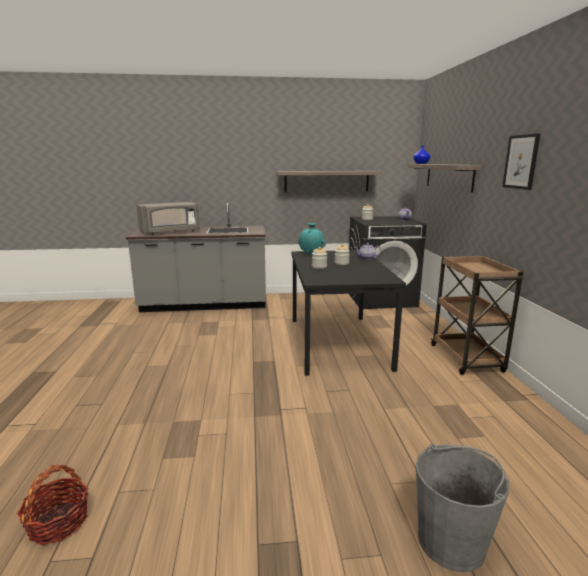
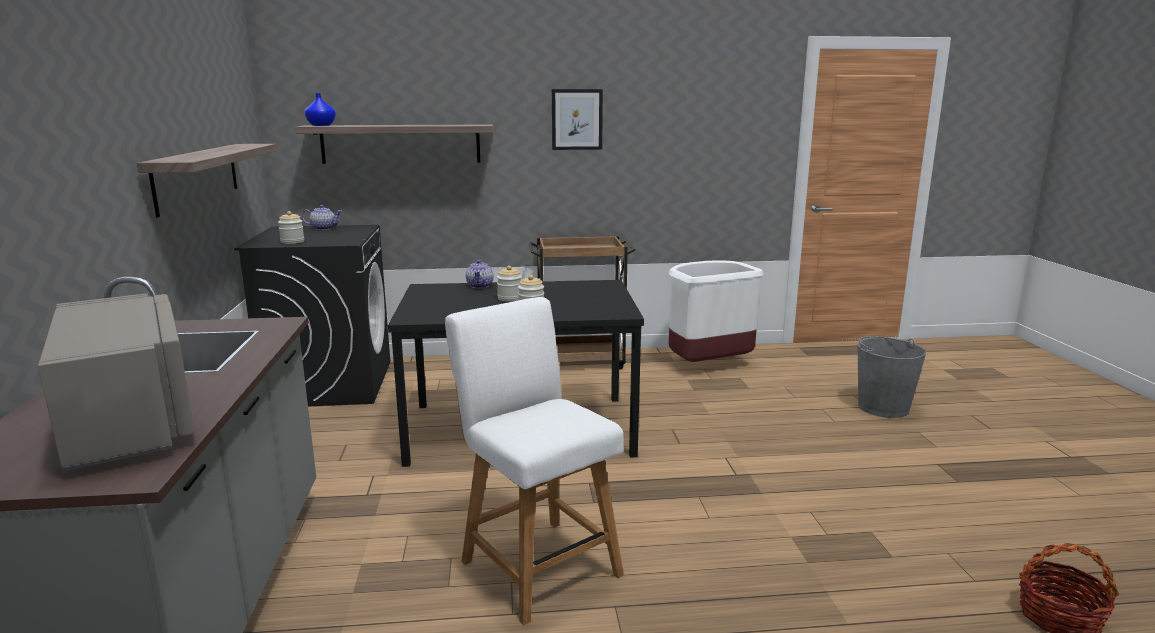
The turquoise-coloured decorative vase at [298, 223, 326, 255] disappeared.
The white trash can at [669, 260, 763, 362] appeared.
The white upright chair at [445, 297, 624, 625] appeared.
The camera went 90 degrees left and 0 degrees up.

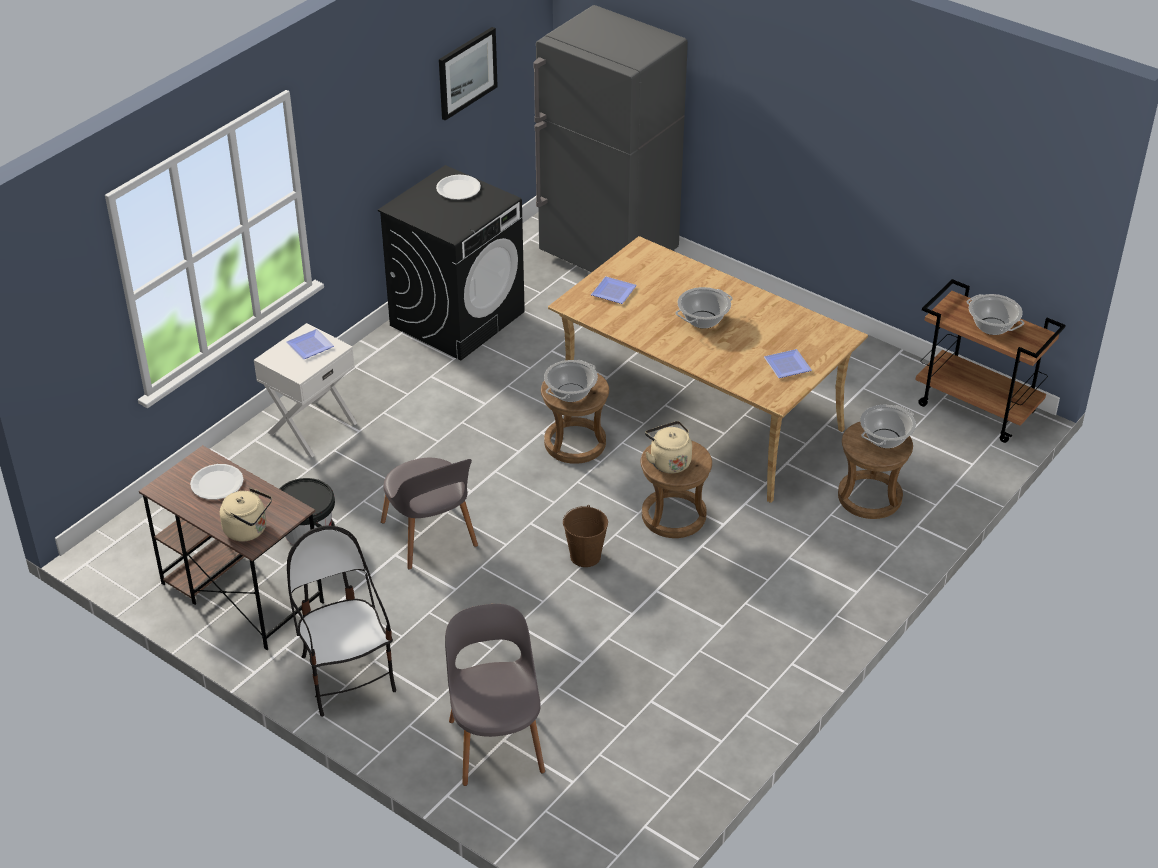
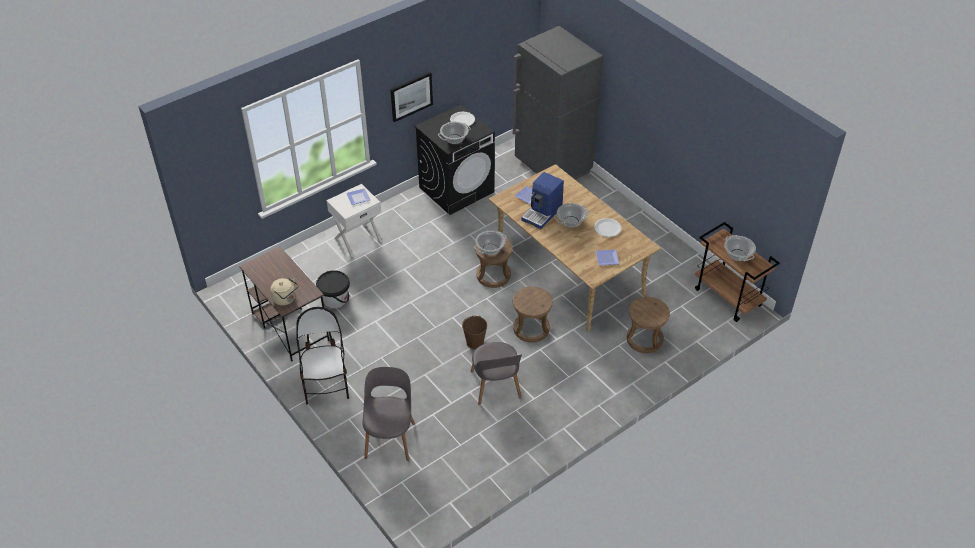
The wall art moved from [439, 27, 498, 121] to [390, 72, 433, 122].
The cooking pot moved from [860, 405, 916, 448] to [438, 122, 471, 144].
The beige-coloured kettle at [645, 421, 692, 474] disappeared.
The greyish upright chair moved from [381, 458, 478, 569] to [471, 342, 522, 405].
The white dinner plate moved from [190, 464, 244, 500] to [594, 218, 622, 237].
The coffee brewer at [521, 172, 564, 229] appeared.
The camera went 15 degrees right and 5 degrees up.

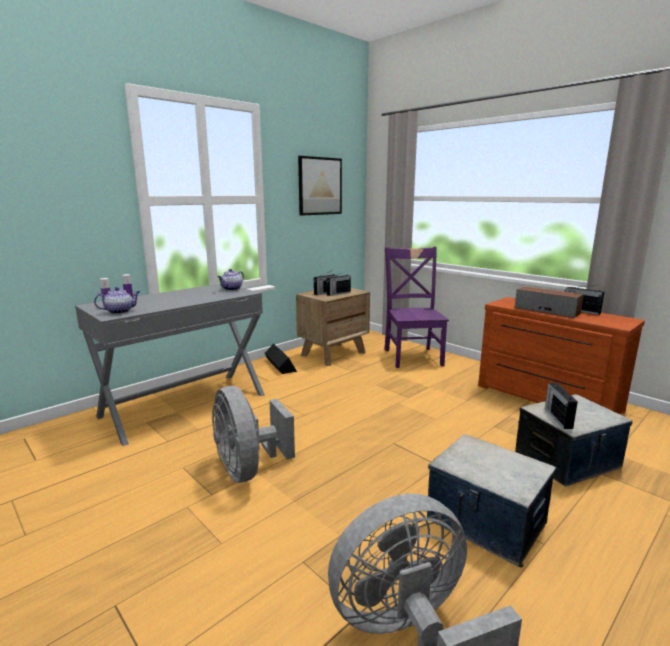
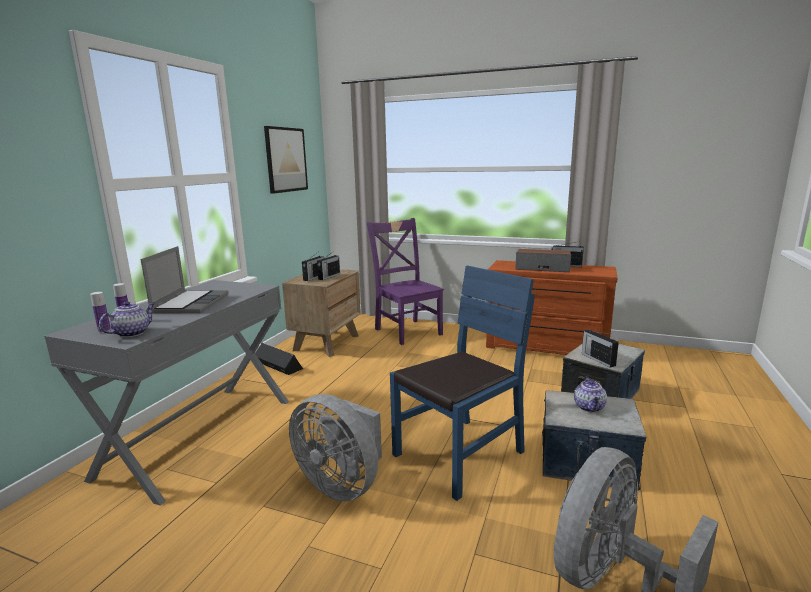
The pot for tea moved from [218, 269, 244, 291] to [574, 377, 607, 412].
The notebook computer at [141, 246, 229, 313] appeared.
The blue-coloured upright chair at [390, 265, 535, 501] appeared.
The camera went 25 degrees left and 0 degrees up.

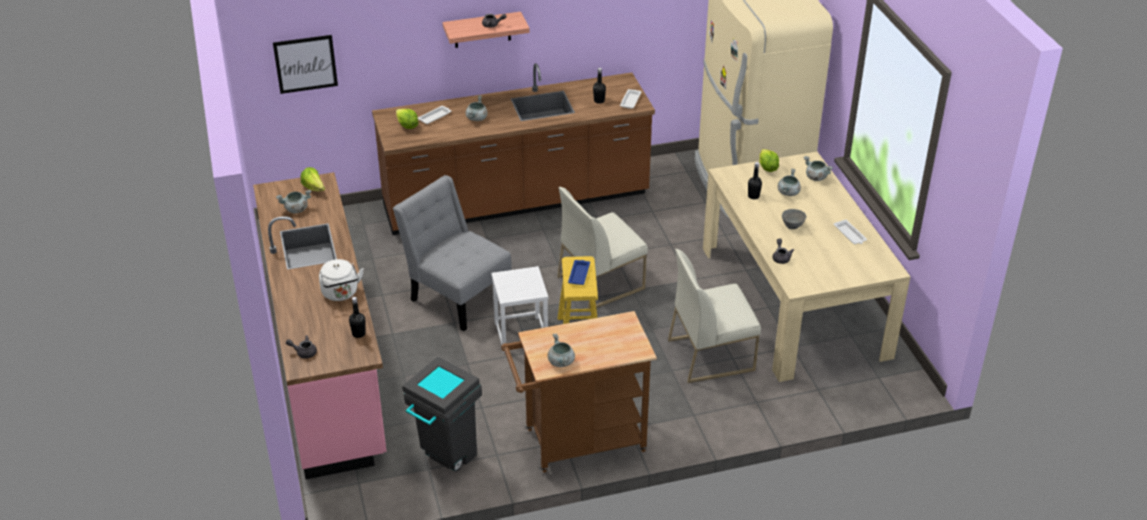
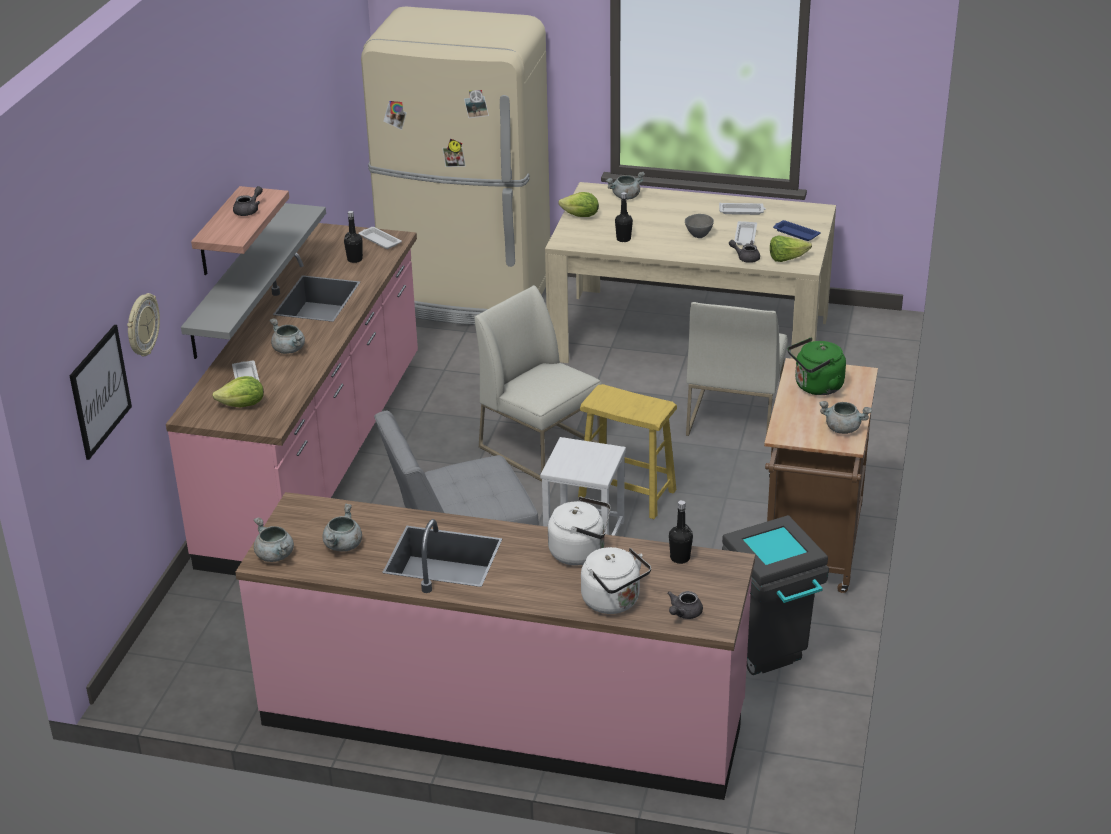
The brown-coloured kitchen counter at [372, 63, 655, 235] became the pink-coloured kitchen counter at [166, 223, 418, 575].
The head of lettuce moved from [300, 167, 325, 191] to [770, 235, 812, 262].
The greyish cooking pot moved from [778, 168, 801, 196] to [254, 517, 294, 562].
The white upright chair at [557, 187, 648, 309] turned 135 degrees clockwise.
The blue-coloured tray moved from [568, 260, 590, 285] to [773, 220, 821, 241].
The greyish shelf at [181, 203, 326, 359] appeared.
The white tray at [734, 221, 757, 245] appeared.
The hanging clock at [127, 293, 160, 356] appeared.
The green-coloured kettle at [788, 338, 846, 395] appeared.
The white kettle at [581, 547, 651, 614] appeared.
The camera went 60 degrees left and 5 degrees down.

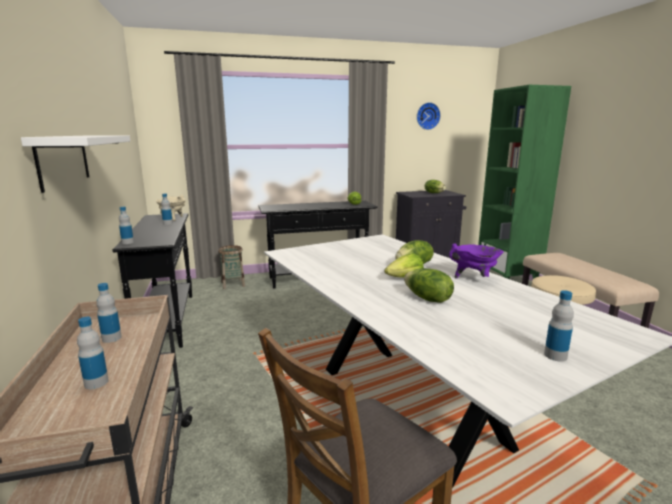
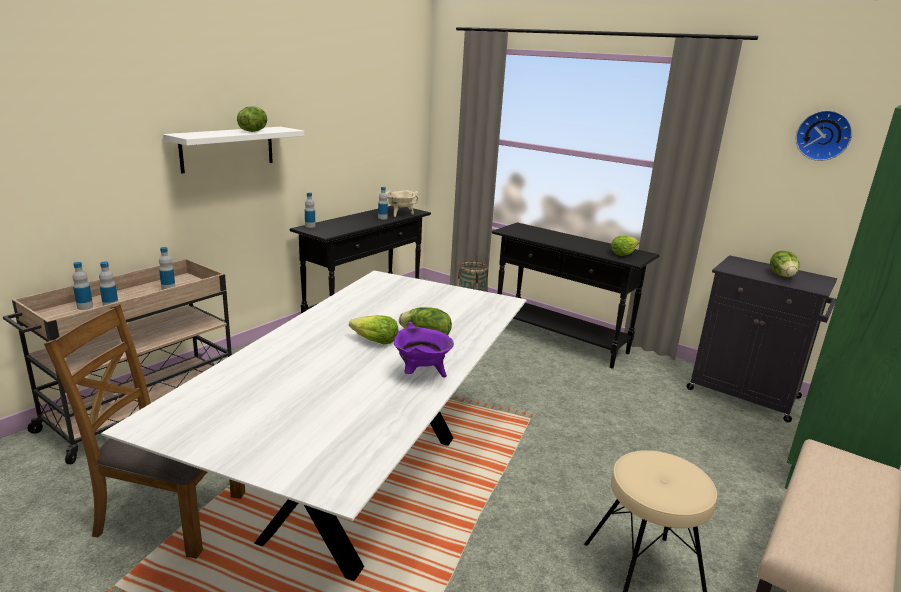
The head of lettuce moved from [404, 268, 454, 303] to [237, 106, 267, 132].
The drink bottle moved from [544, 290, 574, 362] to [73, 262, 93, 310].
The camera went 50 degrees right and 5 degrees up.

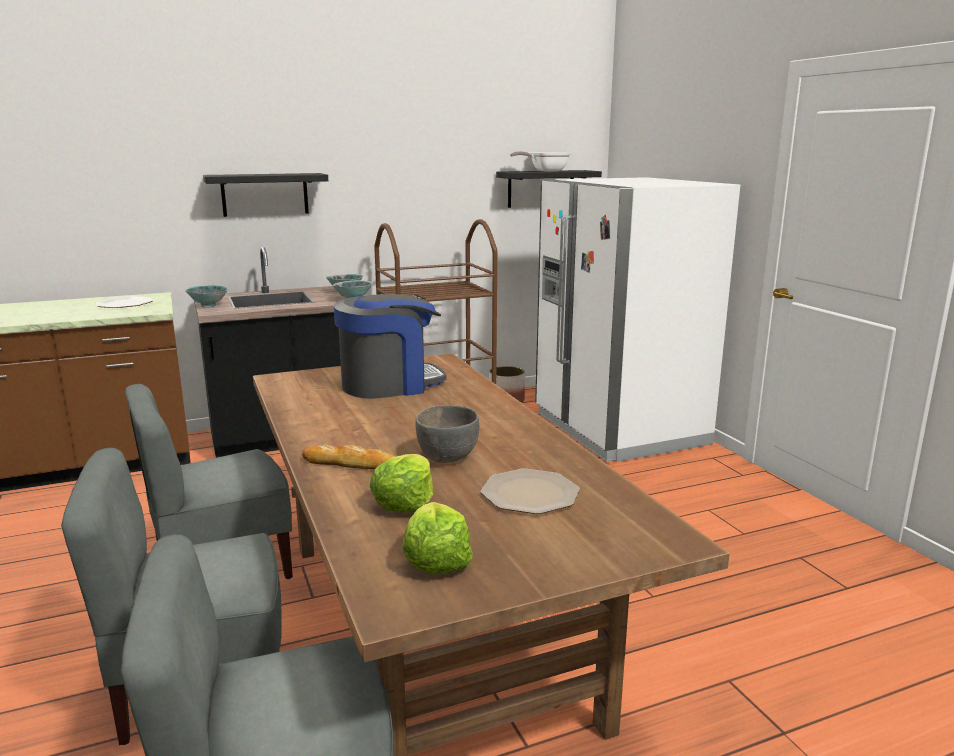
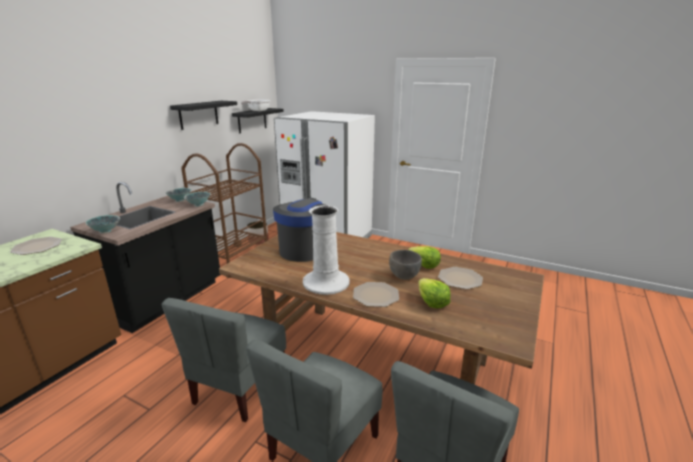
The blackish shelf moved from [203, 173, 328, 217] to [170, 101, 237, 130].
The bakery bread at [302, 444, 395, 469] was replaced by the dinner plate at [353, 282, 399, 307].
The head of lettuce moved from [402, 502, 473, 574] to [408, 246, 441, 269].
The white decorative vase at [303, 205, 350, 295] appeared.
The camera went 40 degrees left and 5 degrees up.

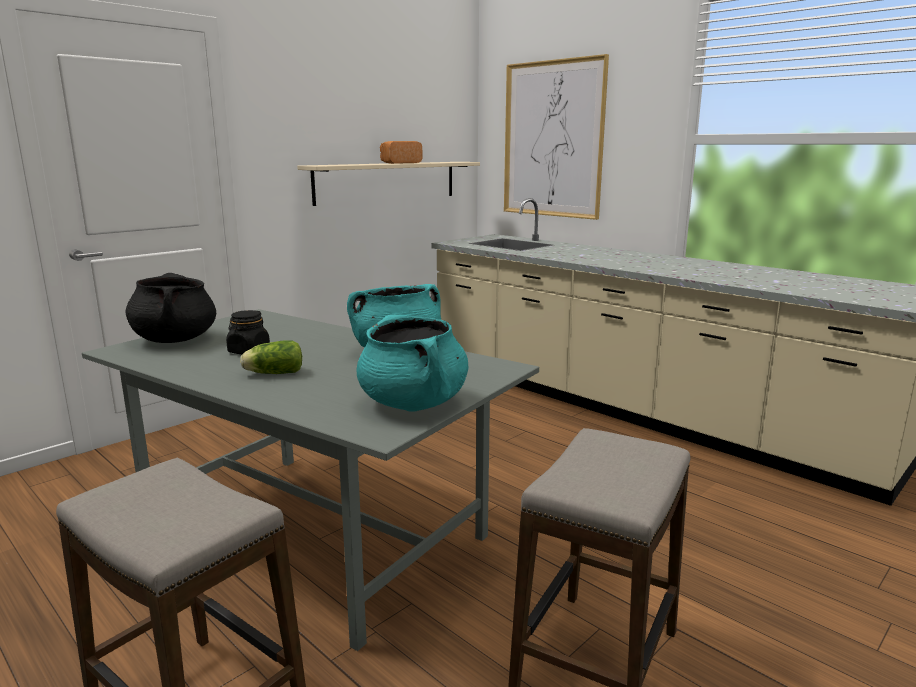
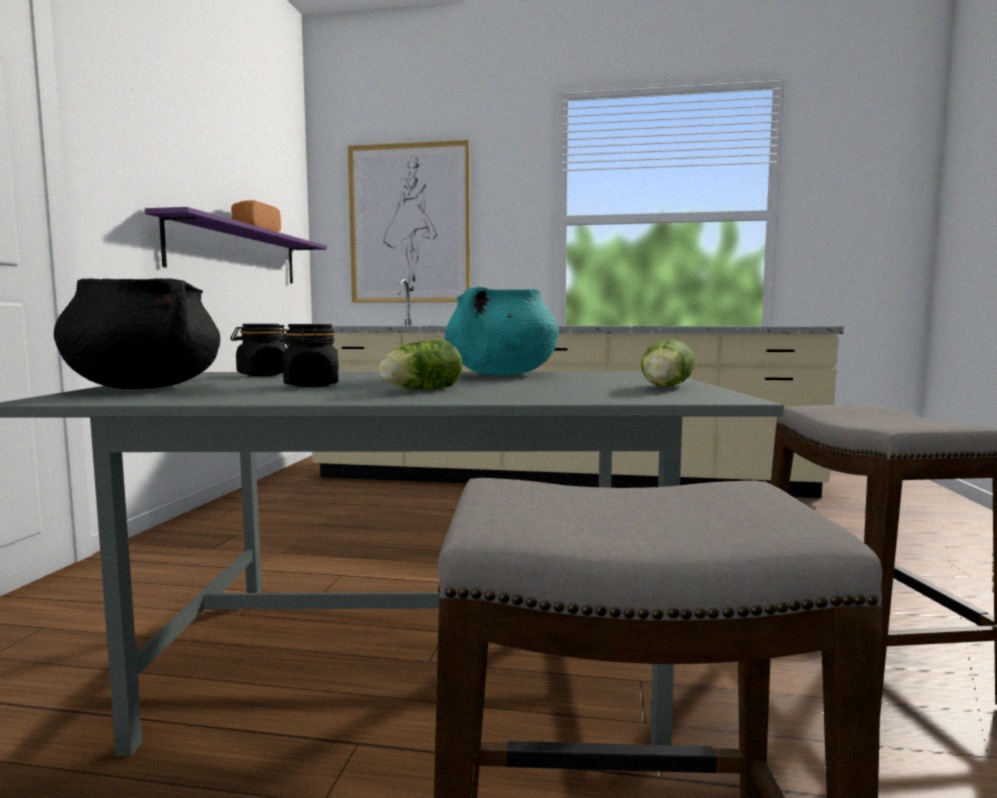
The beige-coloured shelf at [297, 162, 480, 206] became the purple shelf at [145, 207, 327, 284].
The turquoise-coloured cooking pot at [357, 315, 468, 412] was replaced by the head of lettuce at [641, 339, 694, 387].
The blackish preserve jar at [230, 324, 288, 376] appeared.
The camera went 35 degrees left and 10 degrees down.

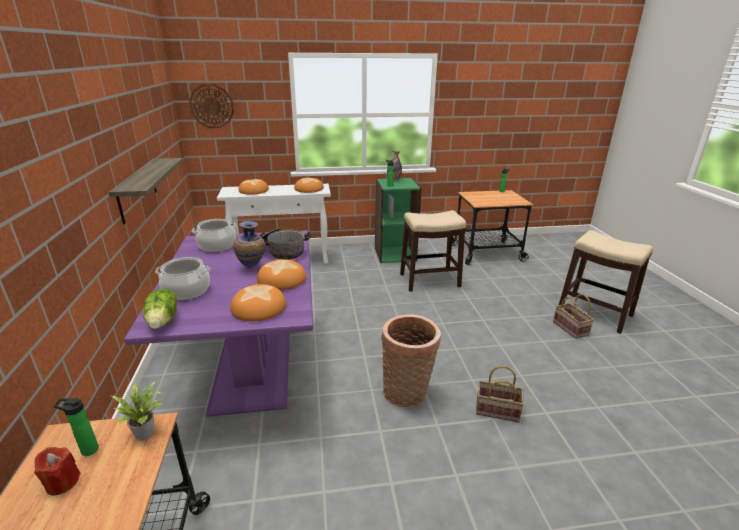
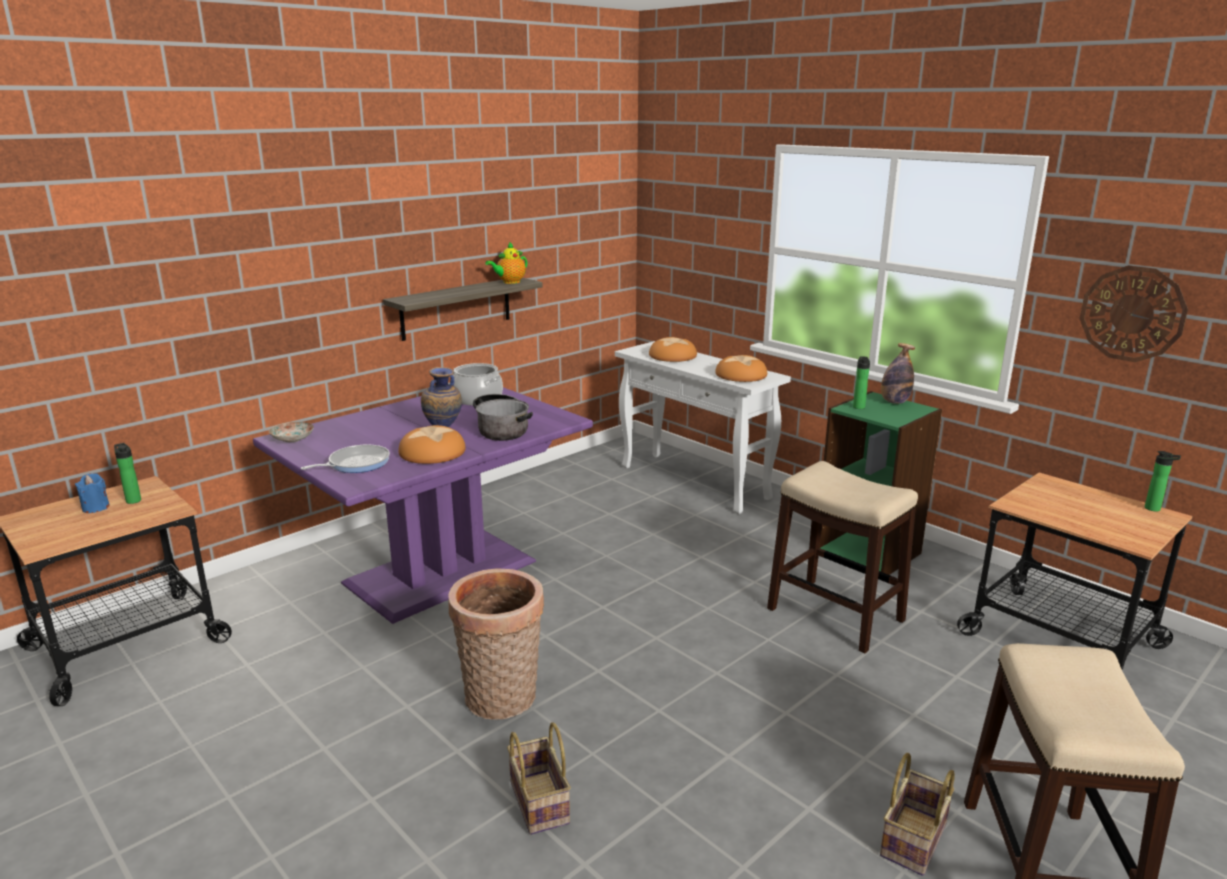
The hanging clock moved from [189, 84, 234, 128] to [1080, 265, 1188, 362].
The cooking pot at [155, 257, 210, 300] disappeared.
The bakery bread at [230, 284, 286, 321] was replaced by the skillet at [300, 445, 390, 473].
The head of lettuce at [142, 289, 177, 329] was replaced by the dinner plate at [269, 422, 314, 442].
The potted plant at [110, 381, 162, 441] disappeared.
The red-coloured candle at [34, 447, 81, 495] became the blue-coloured candle at [75, 473, 110, 513].
The pot for tea at [485, 242, 527, 284] appeared.
The camera went 55 degrees right and 5 degrees down.

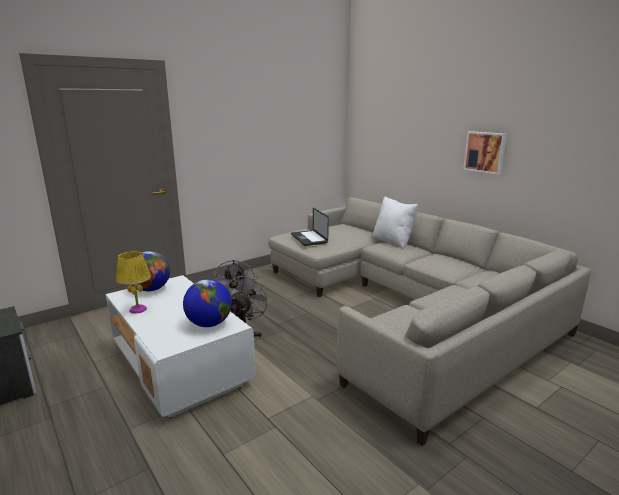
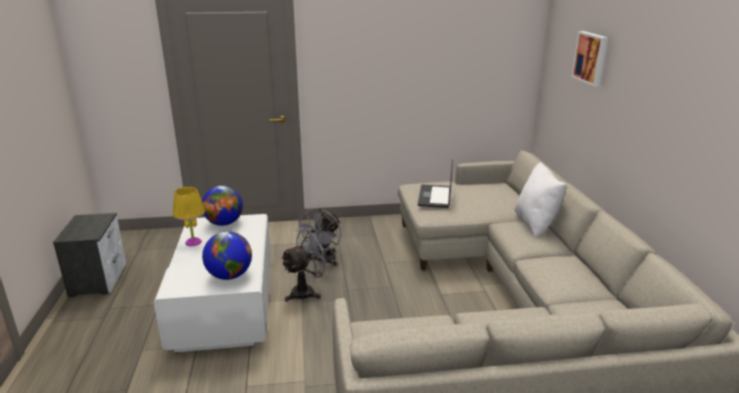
The wall art moved from [463, 131, 507, 175] to [571, 31, 608, 87].
The camera went 30 degrees right and 5 degrees up.

